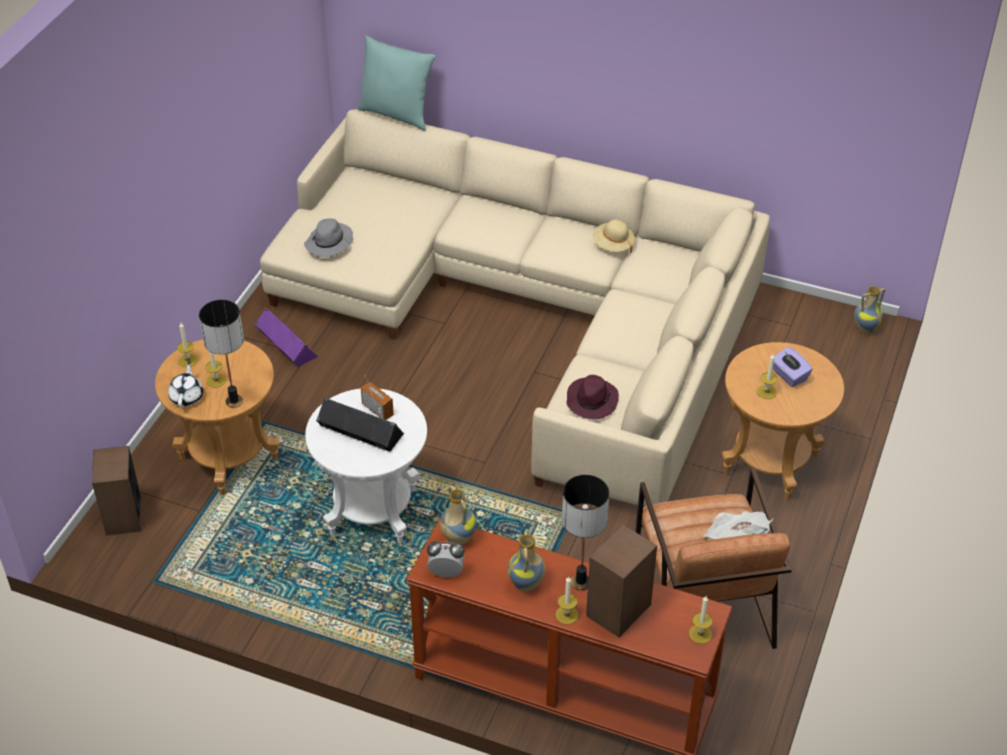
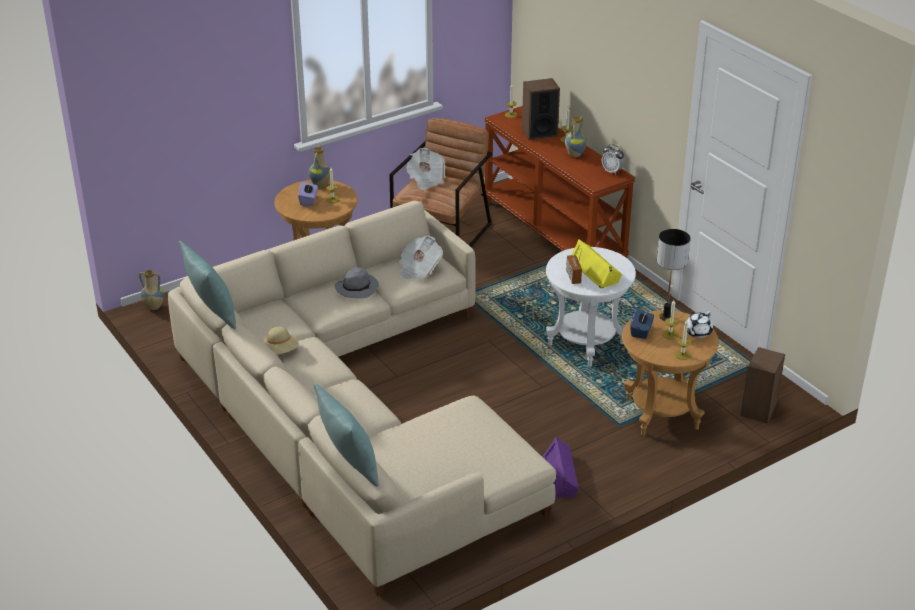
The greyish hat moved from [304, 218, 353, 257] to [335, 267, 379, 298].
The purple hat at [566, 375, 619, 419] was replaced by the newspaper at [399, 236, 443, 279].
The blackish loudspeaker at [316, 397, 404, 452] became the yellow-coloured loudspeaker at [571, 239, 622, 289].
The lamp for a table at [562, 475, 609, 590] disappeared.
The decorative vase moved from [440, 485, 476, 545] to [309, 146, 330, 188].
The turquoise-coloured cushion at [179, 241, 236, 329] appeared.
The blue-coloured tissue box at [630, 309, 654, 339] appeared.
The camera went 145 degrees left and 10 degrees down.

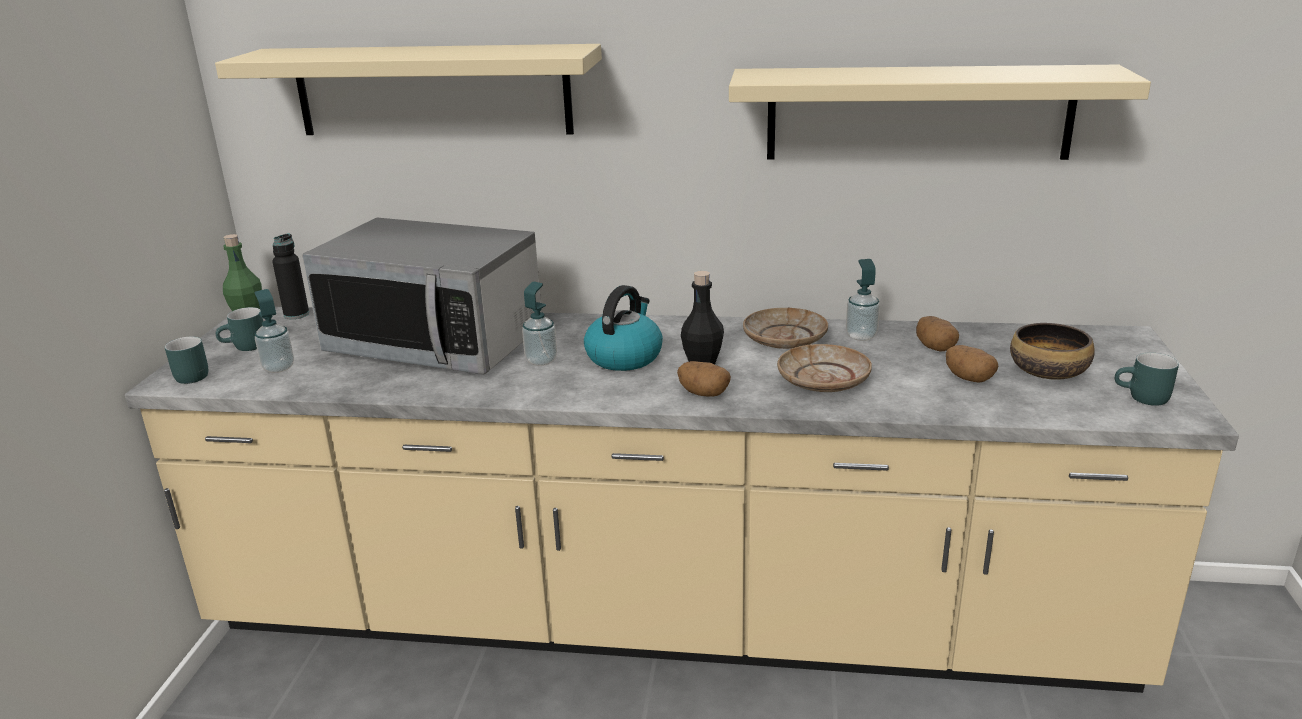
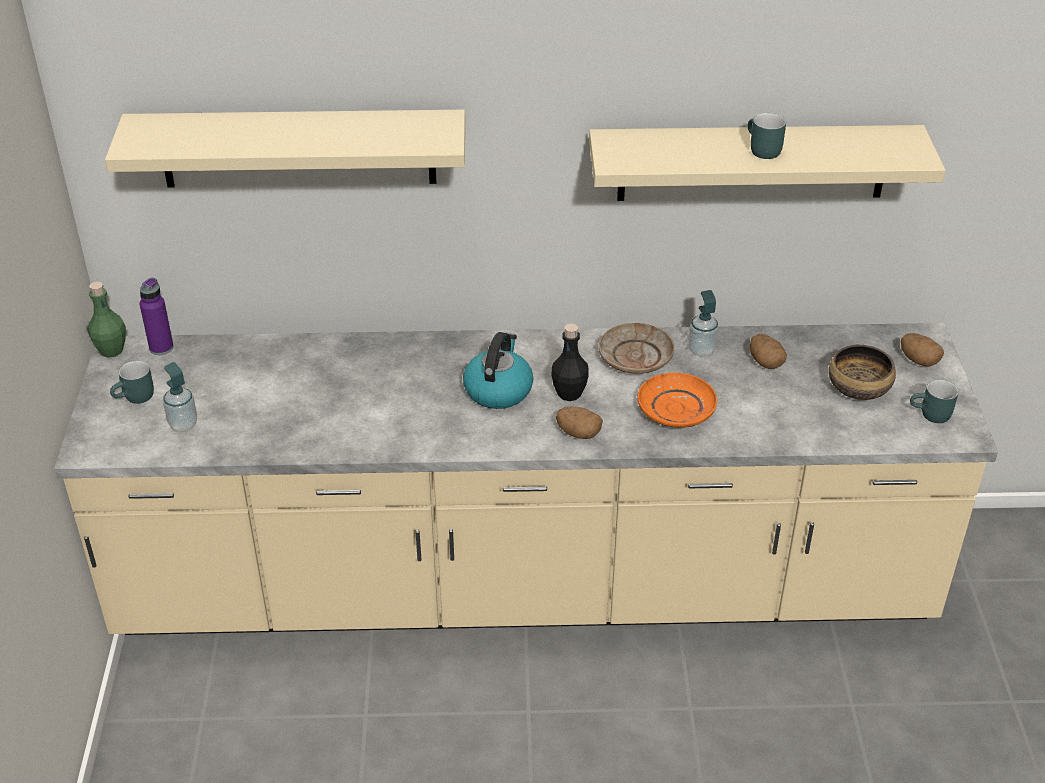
The microwave at [302, 218, 542, 374] disappeared.
The blackish drink bottle at [272, 233, 309, 319] became the purple drink bottle at [140, 278, 174, 355].
The soap bottle at [522, 282, 557, 366] disappeared.
The turquoise-coloured mug moved from [165, 336, 208, 384] to [748, 113, 786, 159].
The beige-coloured dinner plate at [777, 344, 872, 392] became the orangey dinner plate at [637, 373, 717, 428].
The whole potato moved from [946, 345, 998, 383] to [901, 333, 944, 367].
The camera went 10 degrees left and 15 degrees up.

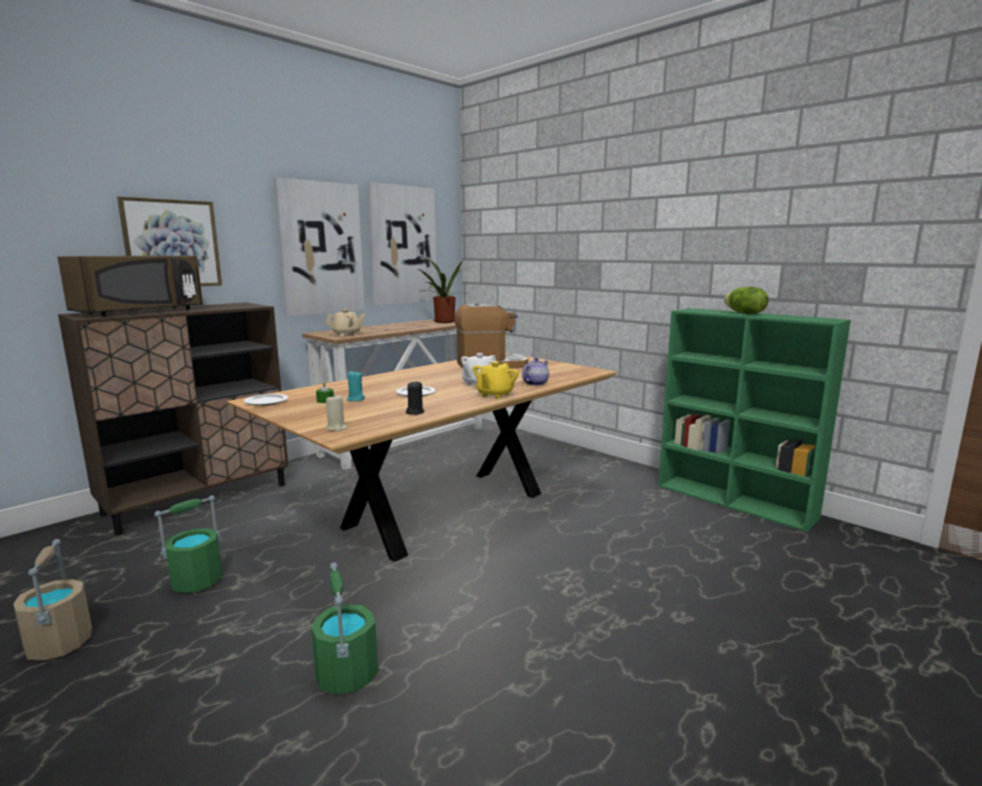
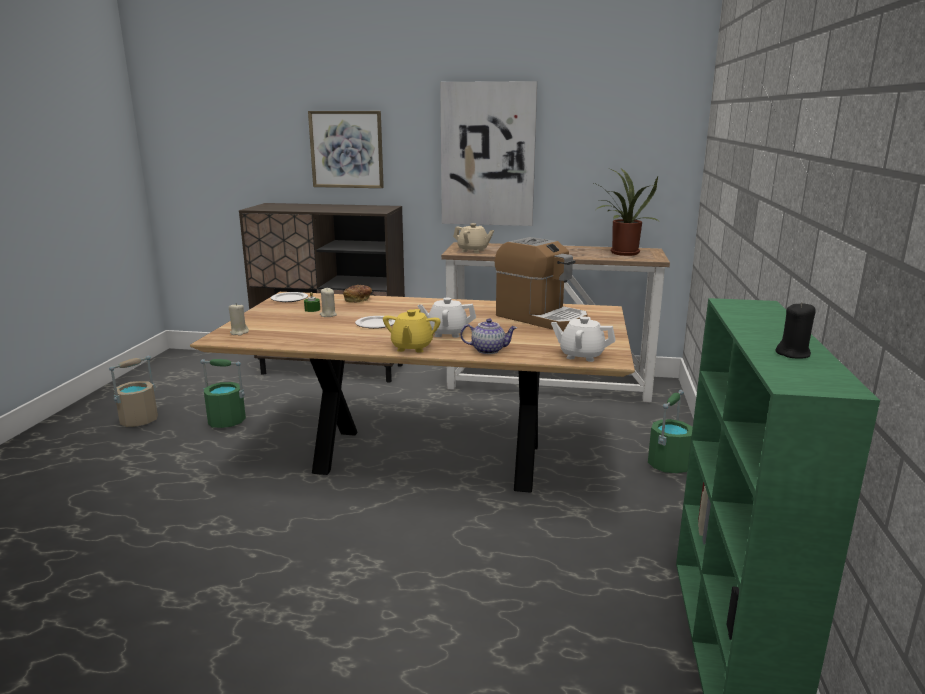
The wall art at [367, 182, 437, 306] disappeared.
The brown-coloured microwave at [58, 256, 203, 316] disappeared.
The head of lettuce at [724, 287, 769, 314] disappeared.
The yellow-coloured pot for tea at [473, 361, 519, 399] turned 75 degrees counterclockwise.
The turquoise-coloured candle at [347, 370, 365, 401] became the beige-coloured candle at [320, 288, 337, 317].
The blackish candle moved from [406, 381, 425, 415] to [775, 302, 816, 358].
The green-coloured pail moved from [311, 562, 378, 694] to [648, 390, 693, 473].
The bakery bread at [343, 285, 372, 303] appeared.
The white pot for tea at [551, 317, 616, 362] appeared.
The camera went 55 degrees right and 5 degrees up.

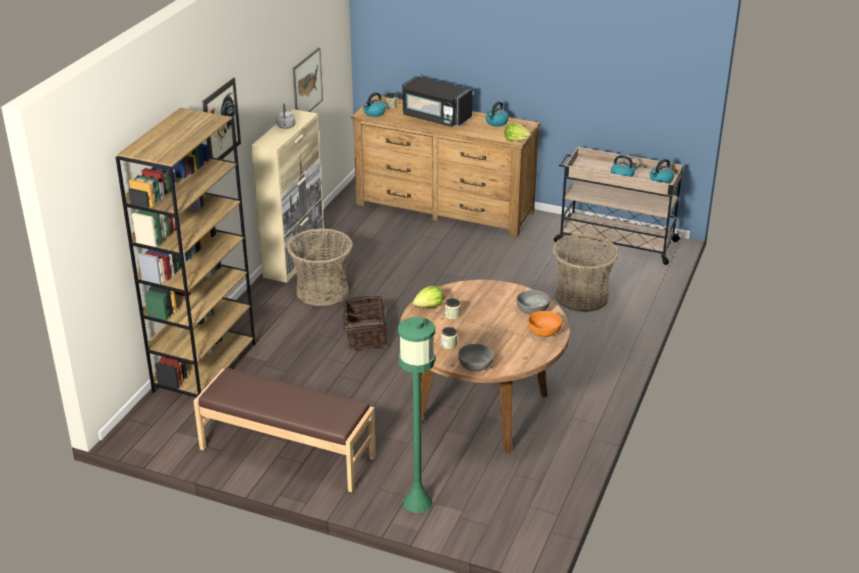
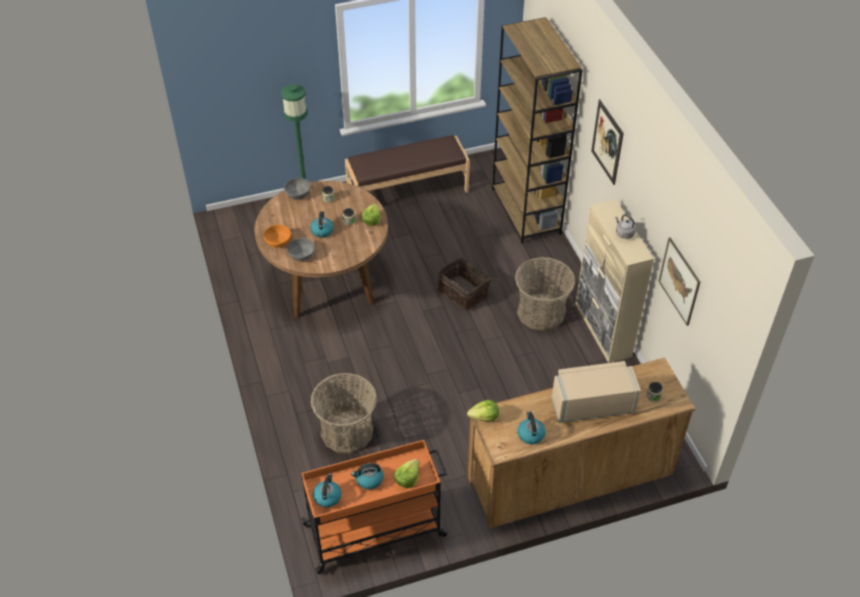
The blackish microwave at [403, 76, 473, 127] became the beige-coloured microwave at [552, 361, 641, 423].
The kettle moved from [363, 92, 386, 117] to [310, 211, 334, 238].
The beige-coloured wheeled cart at [554, 147, 683, 265] became the orangey wheeled cart at [301, 440, 447, 574].
The head of lettuce at [394, 459, 419, 488] appeared.
The camera went 140 degrees right and 15 degrees up.

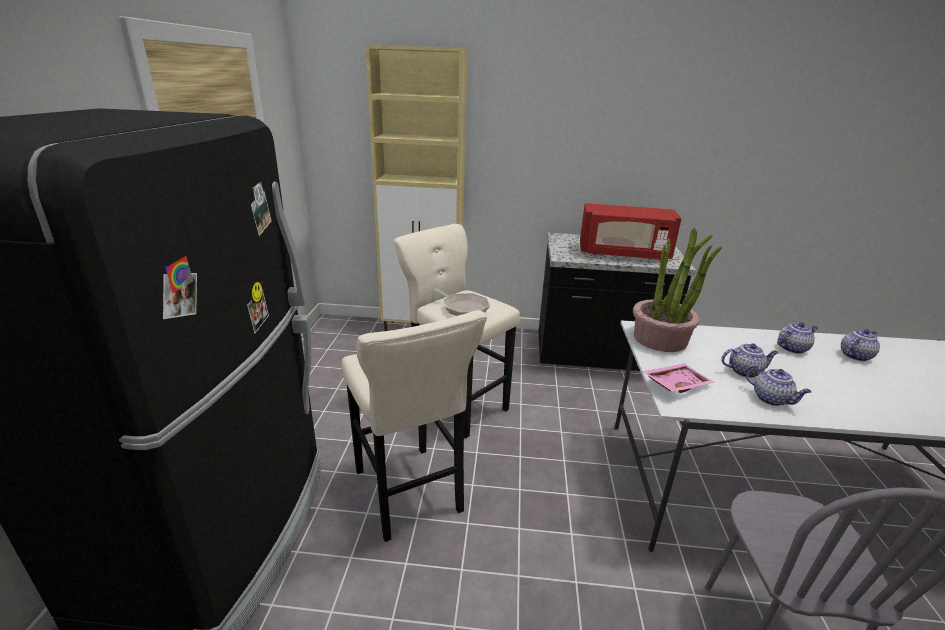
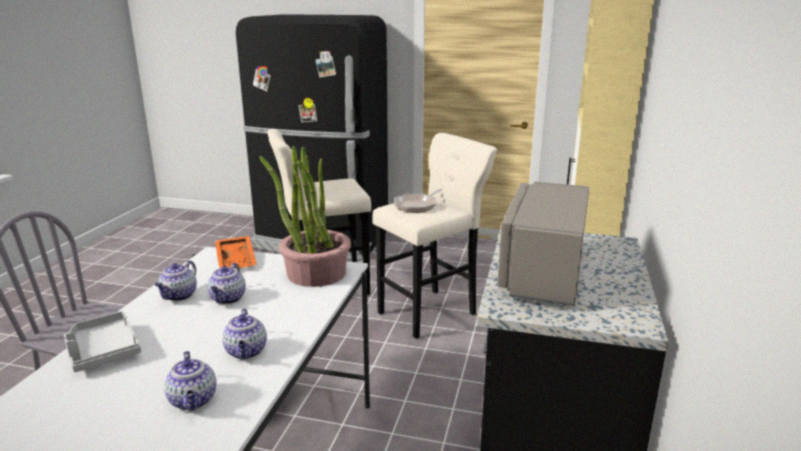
The red-coloured microwave at [580, 203, 681, 260] became the greyish microwave at [498, 182, 589, 306].
The pink-coloured tray at [642, 363, 715, 393] became the orangey tray at [215, 236, 257, 269].
The pot for tea at [746, 365, 812, 406] turned 45 degrees counterclockwise.
The greyish tray at [64, 311, 141, 372] appeared.
The camera went 100 degrees right and 5 degrees down.

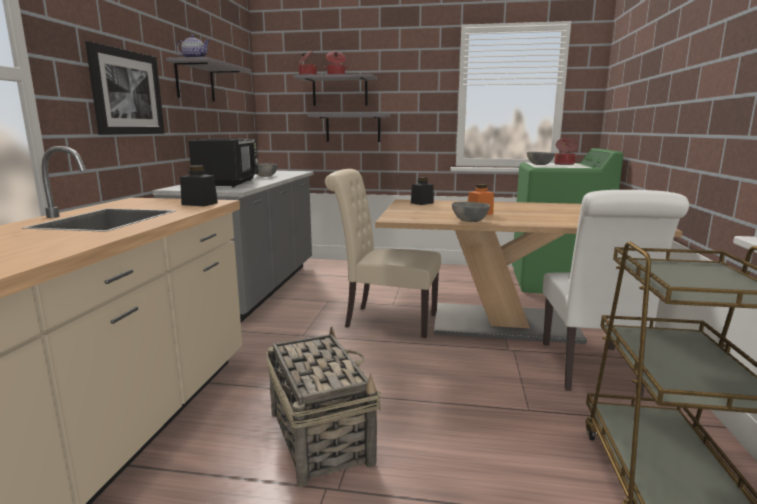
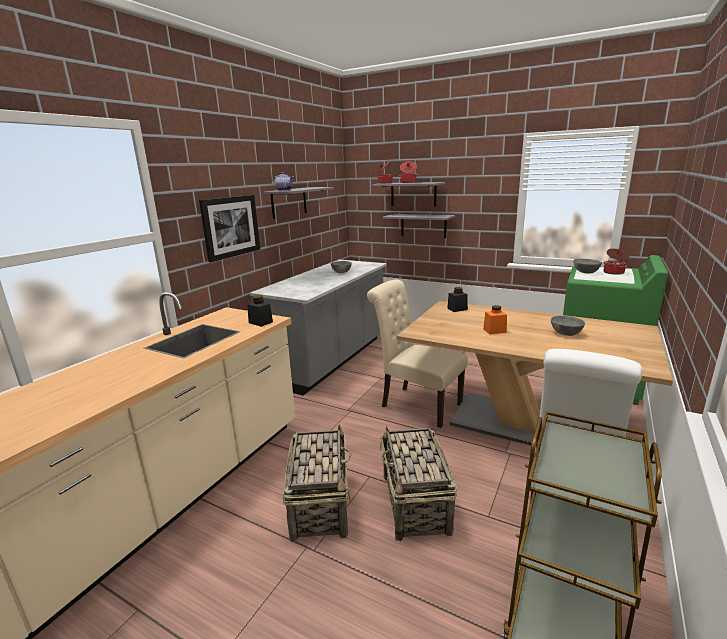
The blackish microwave at [188, 139, 258, 188] disappeared.
The greyish serving bowl moved from [452, 202, 490, 222] to [551, 316, 585, 336].
The storage basket at [380, 426, 457, 541] appeared.
The camera went 20 degrees right and 5 degrees up.

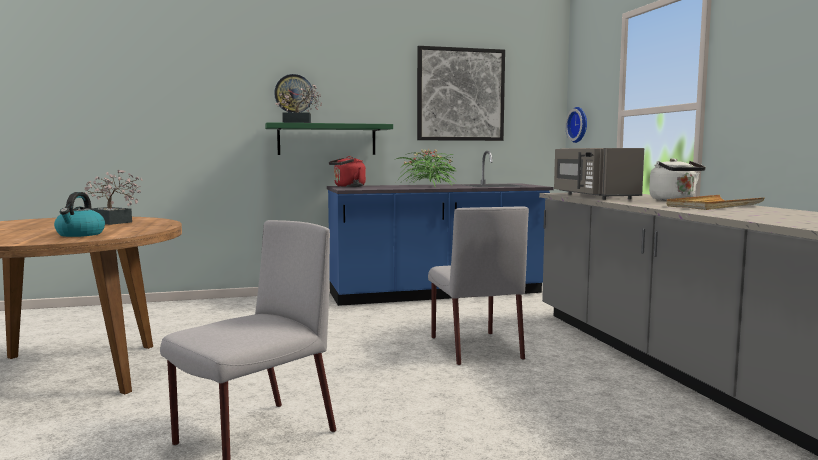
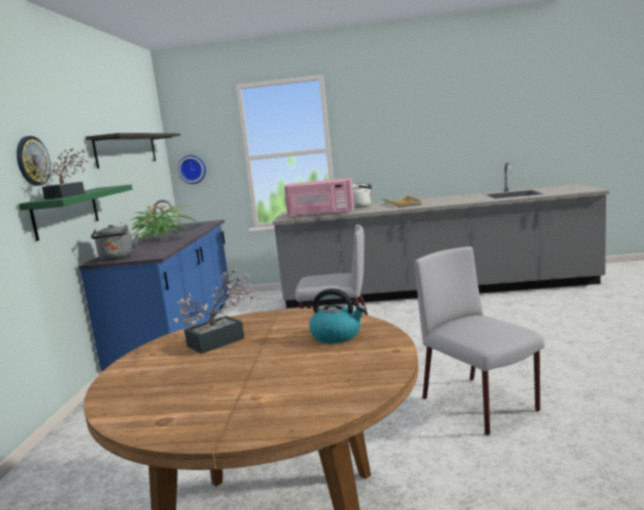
The wall art at [417, 46, 505, 141] was replaced by the shelf at [85, 133, 181, 169].
The greyish microwave at [554, 148, 644, 200] became the pink-coloured microwave at [284, 178, 354, 217].
The red-coloured kettle at [329, 156, 366, 187] became the greyish kettle at [91, 225, 139, 260].
The camera went 70 degrees left and 5 degrees up.

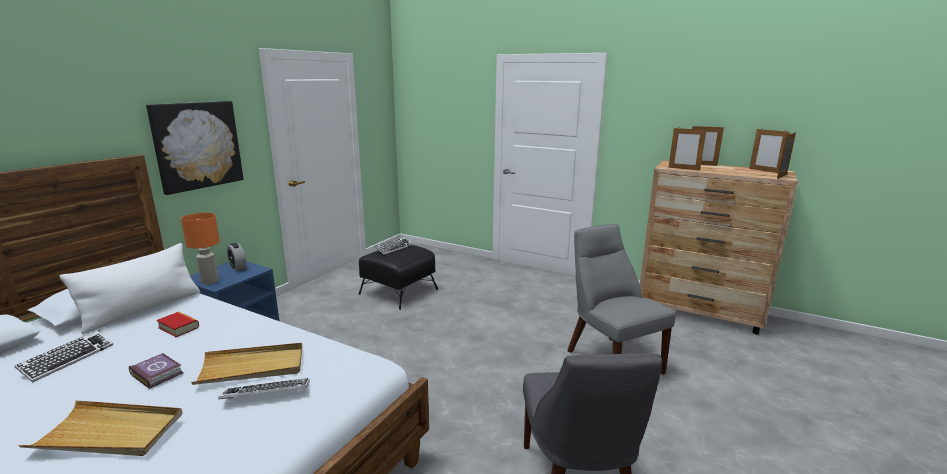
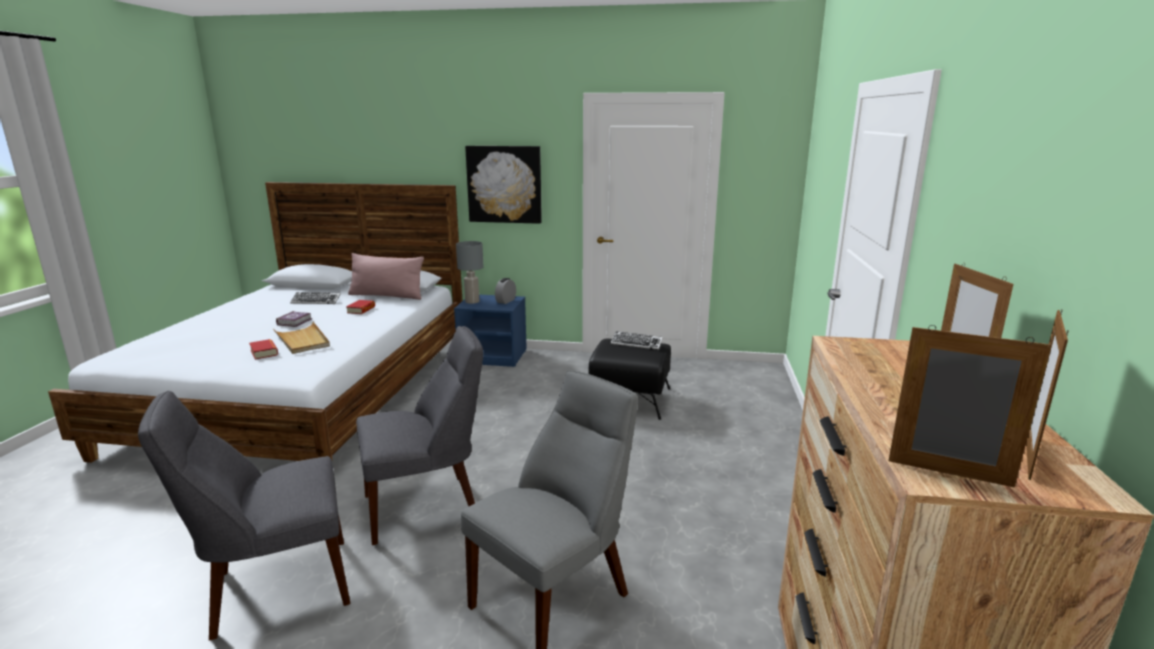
The standing frame at [669, 127, 706, 170] disappeared.
The orangey lamp for a table at [181, 213, 220, 284] became the greyish lamp for a table at [456, 241, 484, 304].
The white cushion at [60, 243, 200, 334] became the pink-coloured cushion at [348, 253, 424, 300].
The PC keyboard at [218, 378, 310, 402] was replaced by the volume at [249, 339, 278, 360].
The beige-coloured tray at [18, 400, 182, 456] disappeared.
The greyish upright chair at [356, 326, 483, 545] appeared.
The camera went 70 degrees right and 0 degrees up.

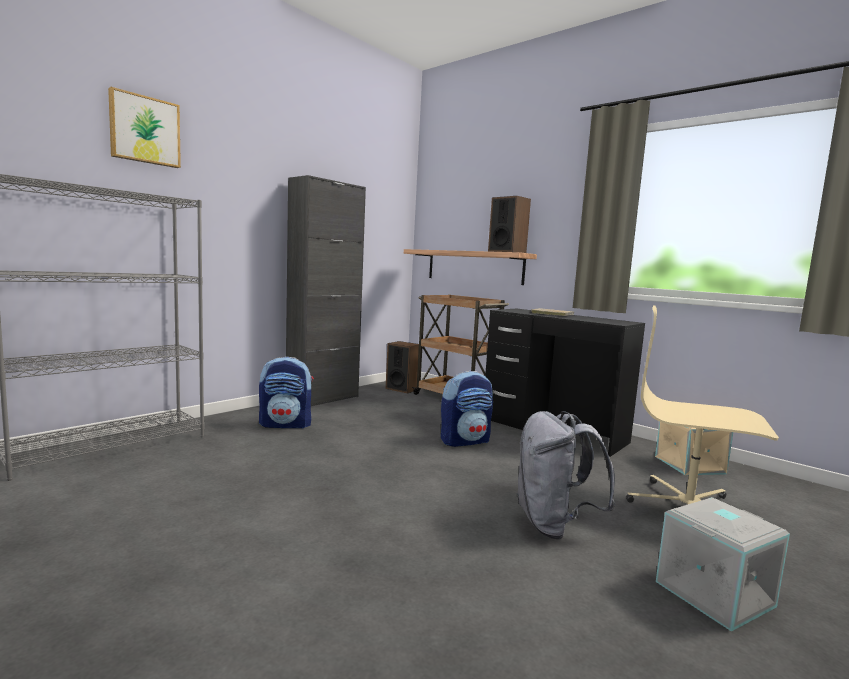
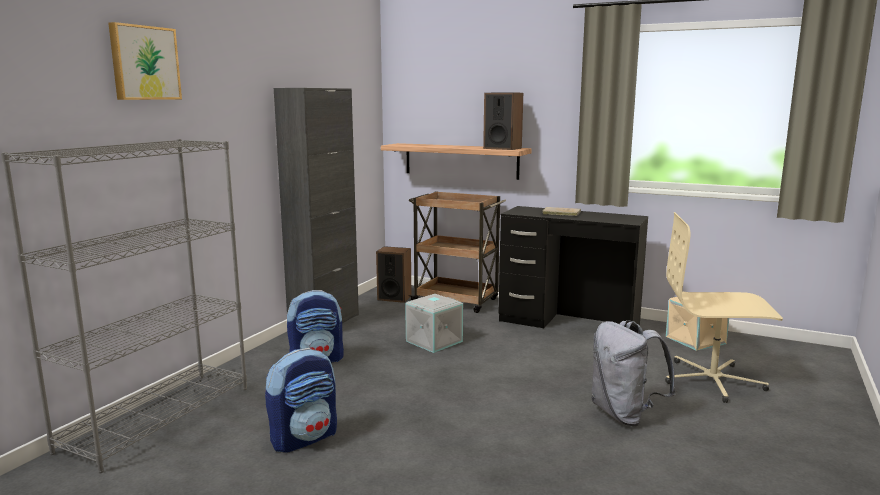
The backpack moved from [441, 371, 493, 447] to [265, 348, 337, 453].
The greyish storage bin moved from [656, 497, 790, 632] to [405, 294, 463, 353].
The camera went 15 degrees left and 5 degrees up.

